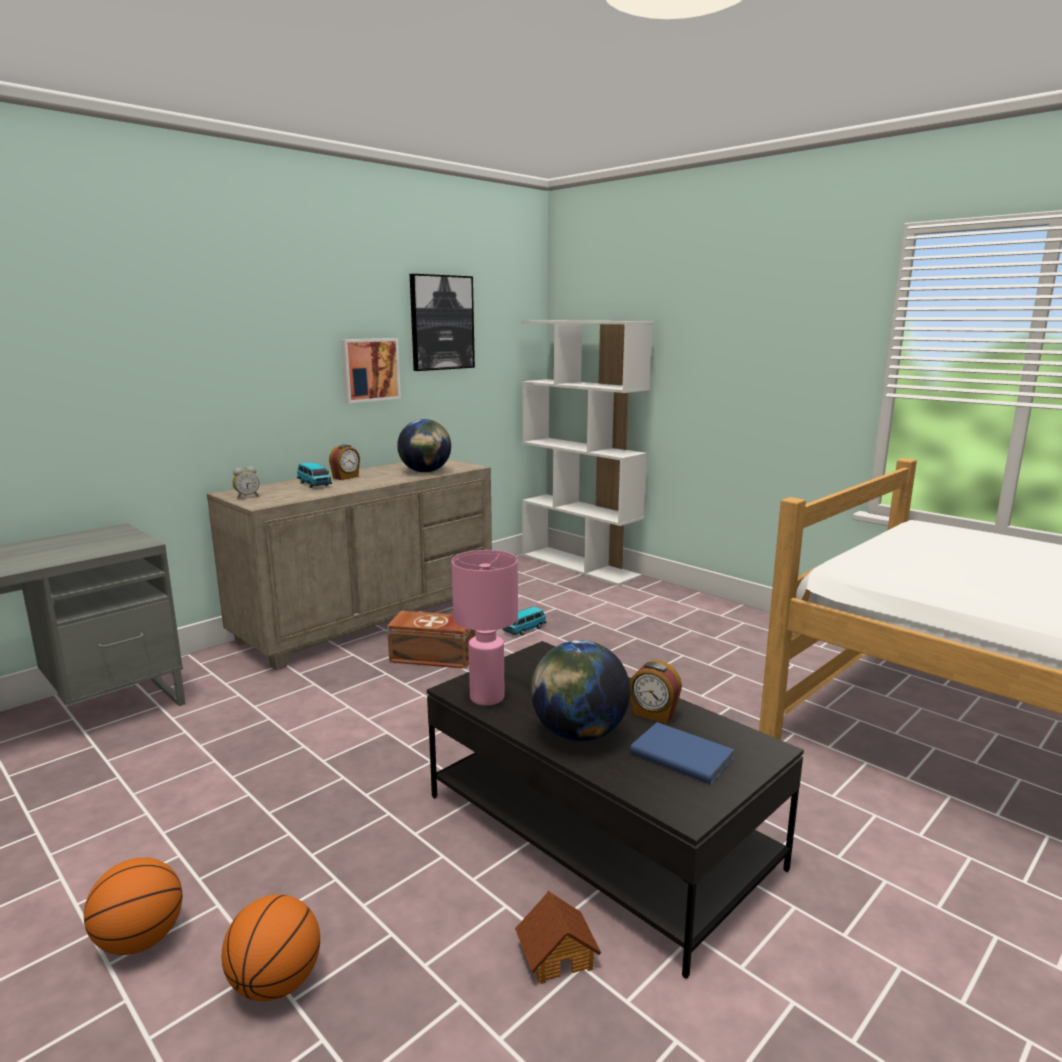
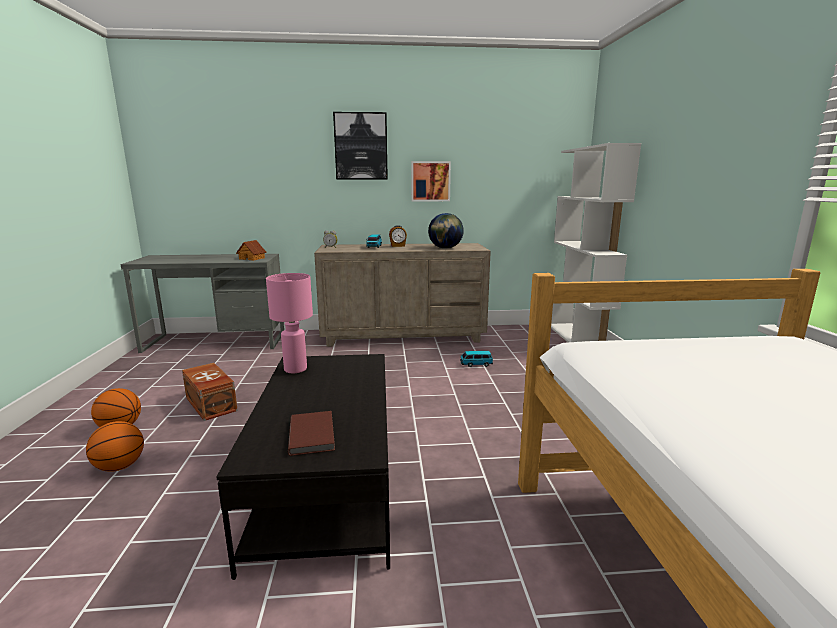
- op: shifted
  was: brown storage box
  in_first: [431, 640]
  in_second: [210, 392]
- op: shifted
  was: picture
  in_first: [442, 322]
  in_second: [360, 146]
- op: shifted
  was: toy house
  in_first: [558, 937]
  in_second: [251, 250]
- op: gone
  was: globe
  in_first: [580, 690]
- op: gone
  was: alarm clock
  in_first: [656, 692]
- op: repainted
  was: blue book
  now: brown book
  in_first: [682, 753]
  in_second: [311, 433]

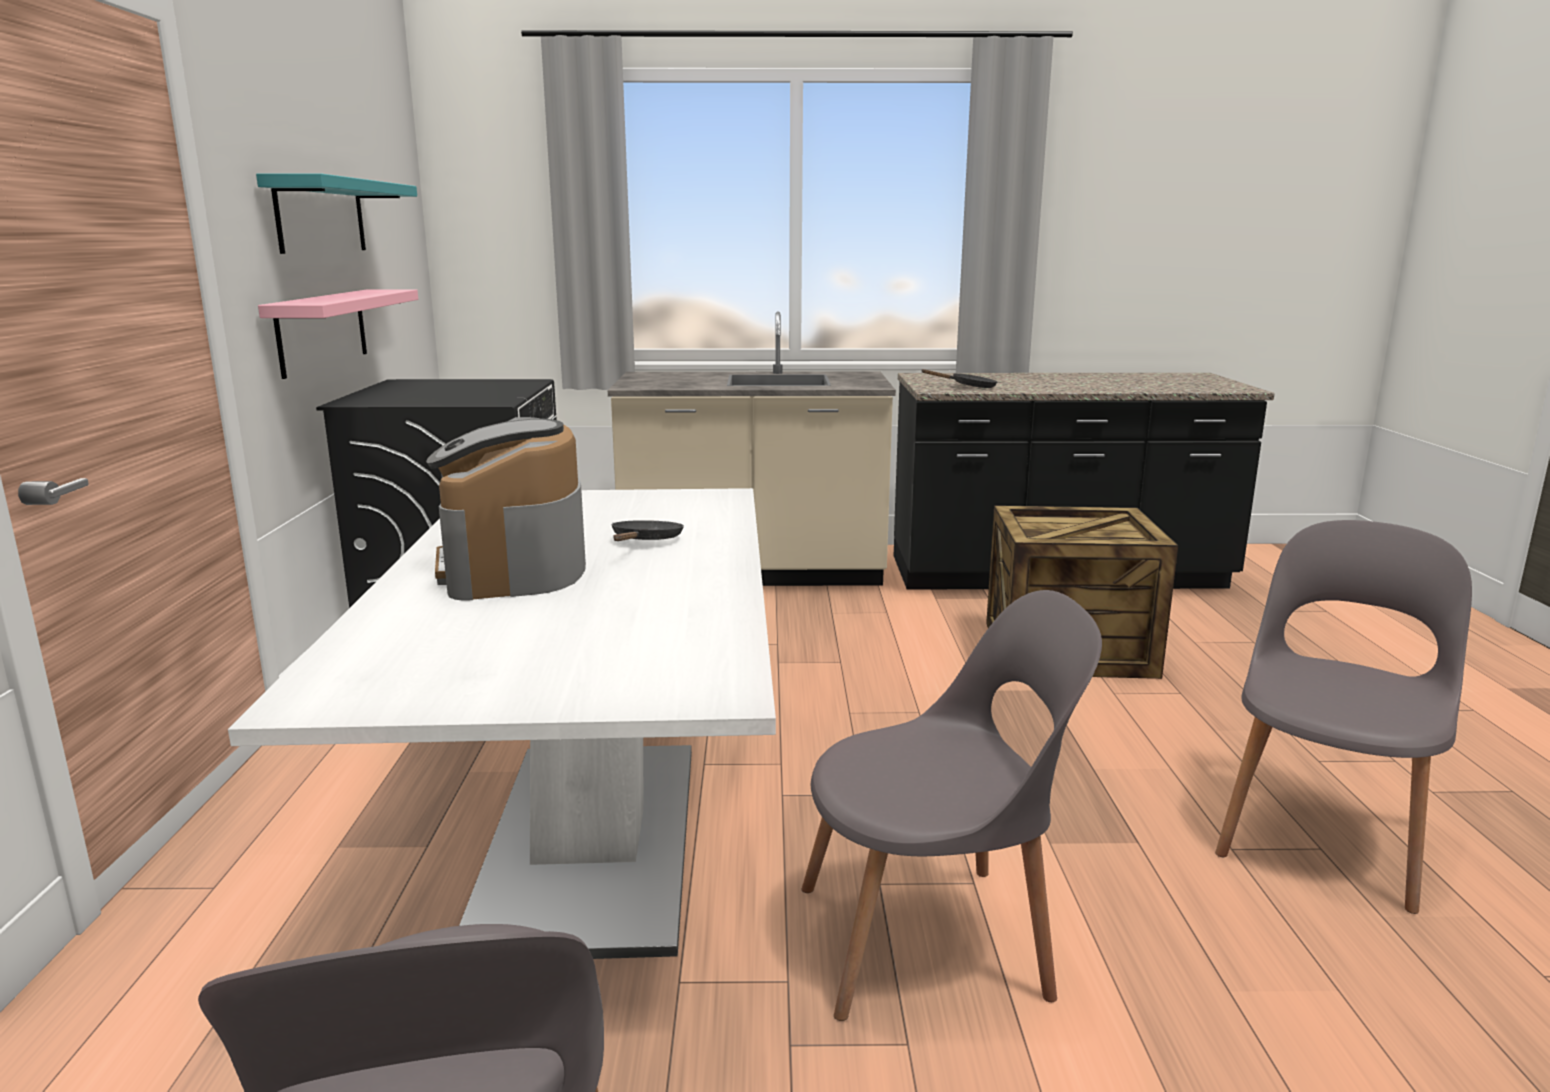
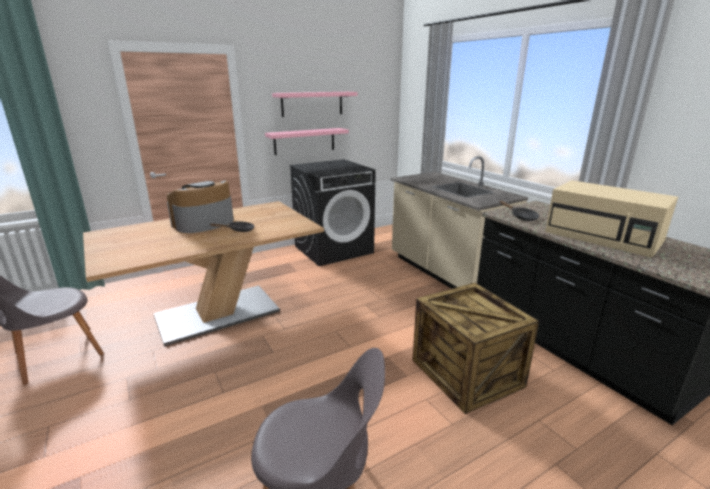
- op: repainted
  was: white dining table
  now: brown dining table
  in_first: [502, 723]
  in_second: [203, 273]
- op: repainted
  was: turquoise shelf
  now: pink shelf
  in_first: [336, 213]
  in_second: [314, 104]
- op: gone
  was: grey chair
  in_first: [952, 805]
- op: new
  now: beige microwave
  in_second: [611, 219]

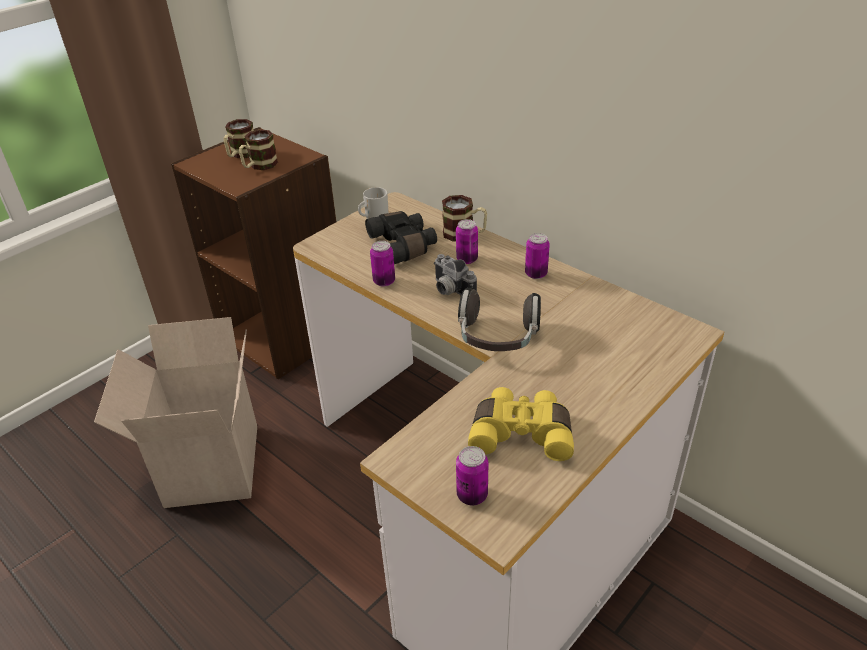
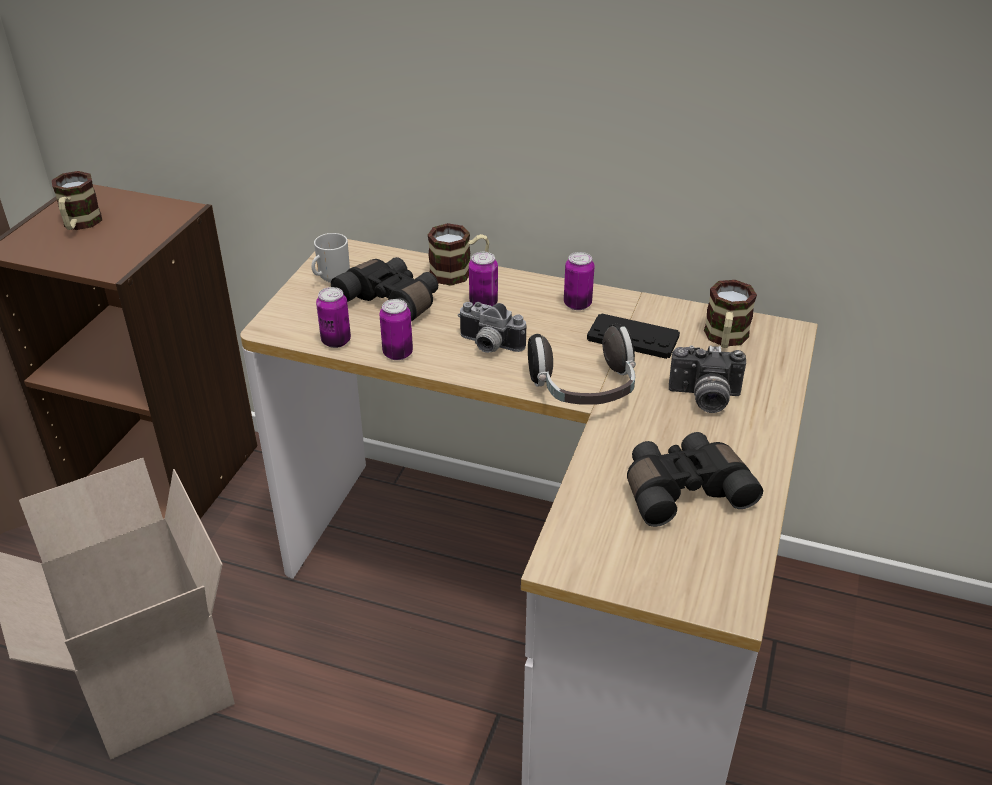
- op: shifted
  was: mug
  in_first: [258, 149]
  in_second: [730, 314]
- op: shifted
  was: can
  in_first: [472, 475]
  in_second: [333, 317]
- op: repainted
  was: yellow binoculars
  now: black binoculars
  in_first: [521, 424]
  in_second: [695, 479]
- op: new
  now: black game controller
  in_second: [633, 336]
- op: new
  now: photo camera
  in_second: [707, 379]

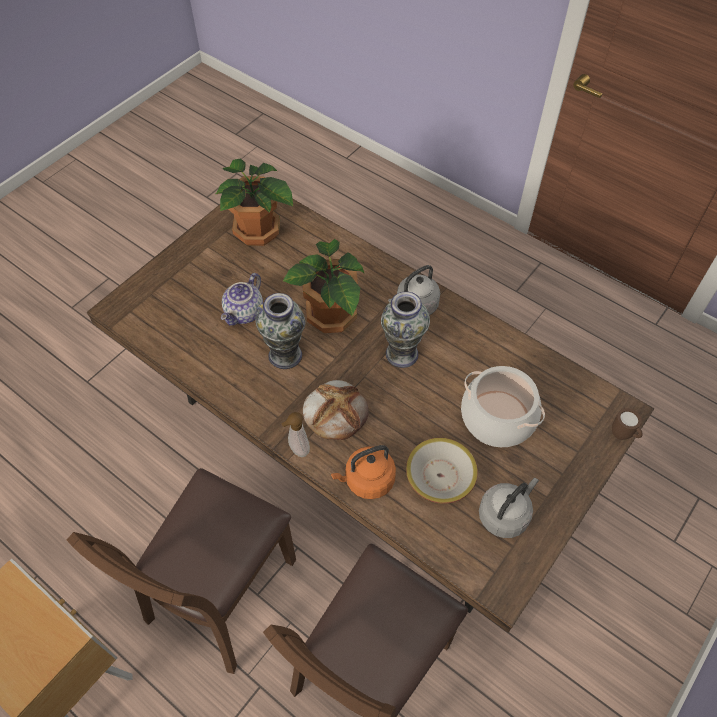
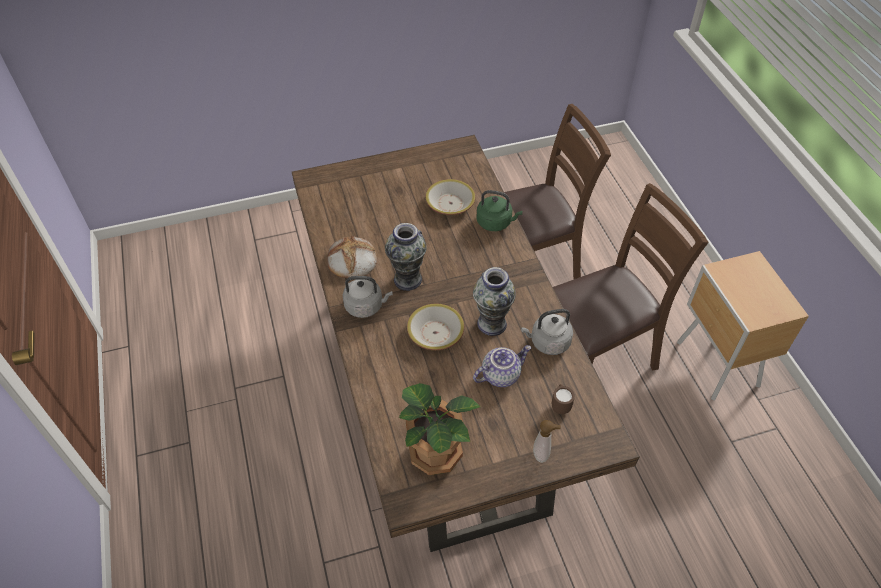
- op: shifted
  was: soap dispenser
  in_first: [295, 434]
  in_second: [547, 441]
- op: swapped
  was: potted plant
  now: bowl
  in_first: [323, 286]
  in_second: [435, 326]
- op: shifted
  was: bread
  in_first: [336, 410]
  in_second: [352, 257]
- op: repainted
  was: orange kettle
  now: green kettle
  in_first: [363, 472]
  in_second: [499, 210]
- op: gone
  was: cooking pot
  in_first: [503, 406]
- op: shifted
  was: grey kettle
  in_first: [509, 508]
  in_second: [547, 332]
- op: shifted
  was: brown mug
  in_first: [627, 424]
  in_second: [563, 399]

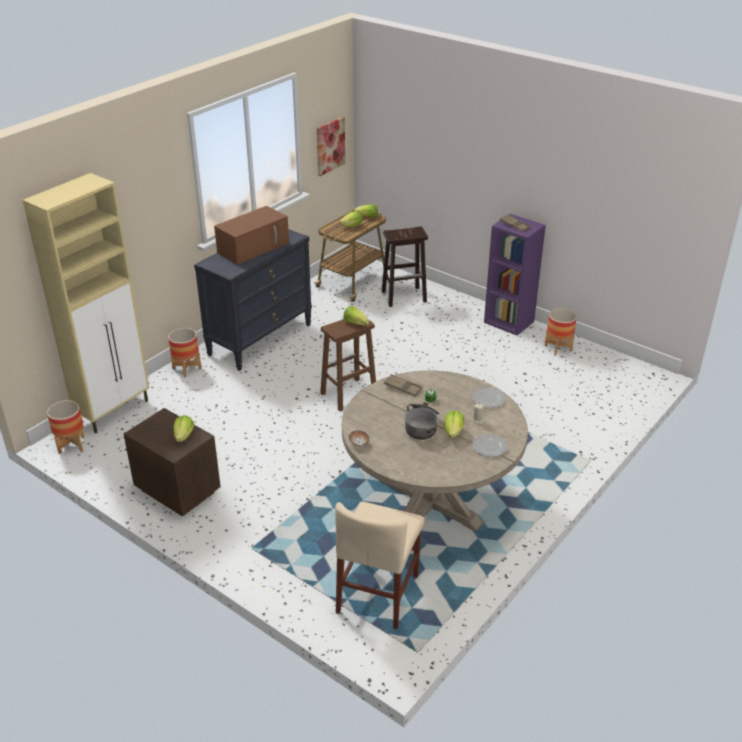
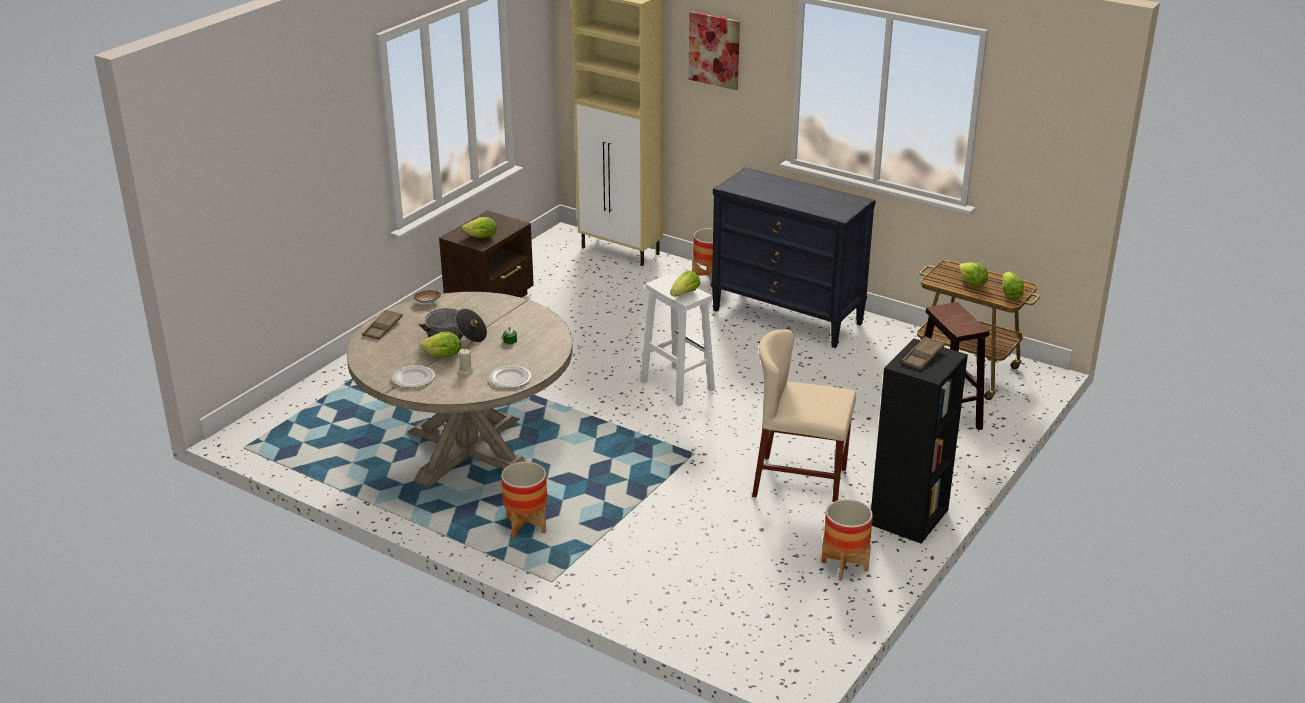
- op: shifted
  was: planter
  in_first: [66, 427]
  in_second: [524, 500]
- op: gone
  was: brown microwave
  in_first: [251, 235]
- op: shifted
  was: picture
  in_first: [331, 146]
  in_second: [714, 50]
- op: repainted
  was: brown stool
  now: white stool
  in_first: [348, 365]
  in_second: [677, 340]
- op: shifted
  was: beige chair
  in_first: [379, 565]
  in_second: [804, 416]
- op: shifted
  was: brown tray
  in_first: [403, 385]
  in_second: [382, 325]
- op: repainted
  was: purple bookcase
  now: black bookcase
  in_first: [515, 275]
  in_second: [919, 441]

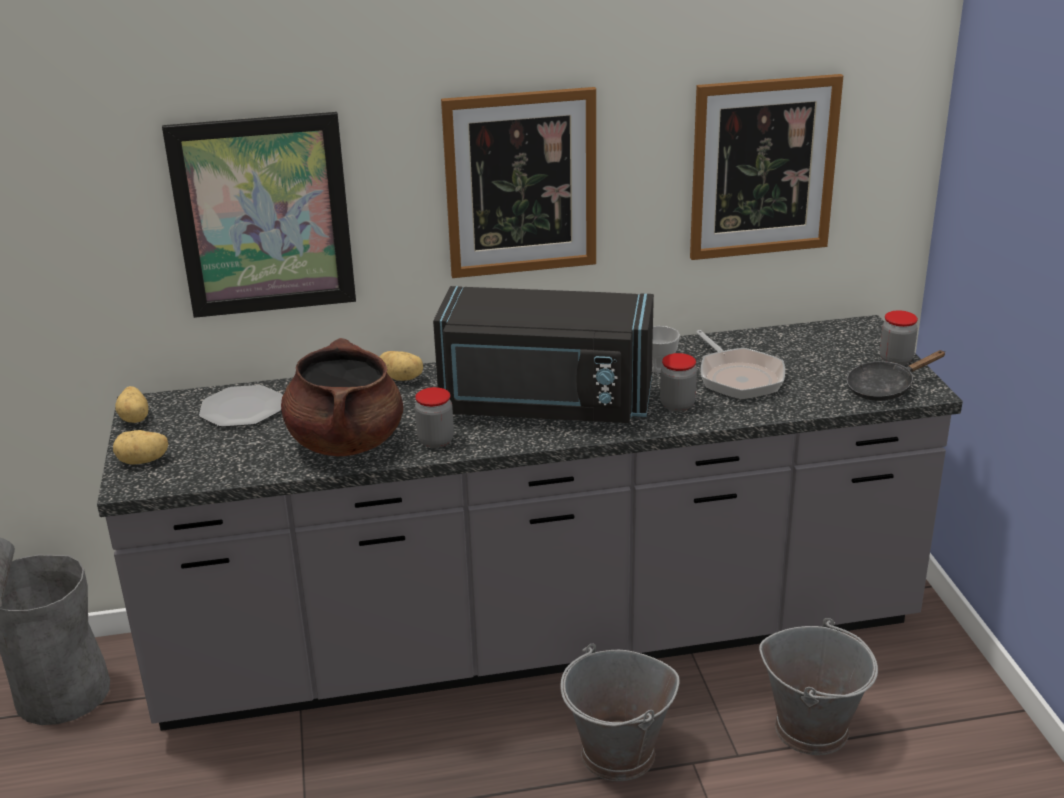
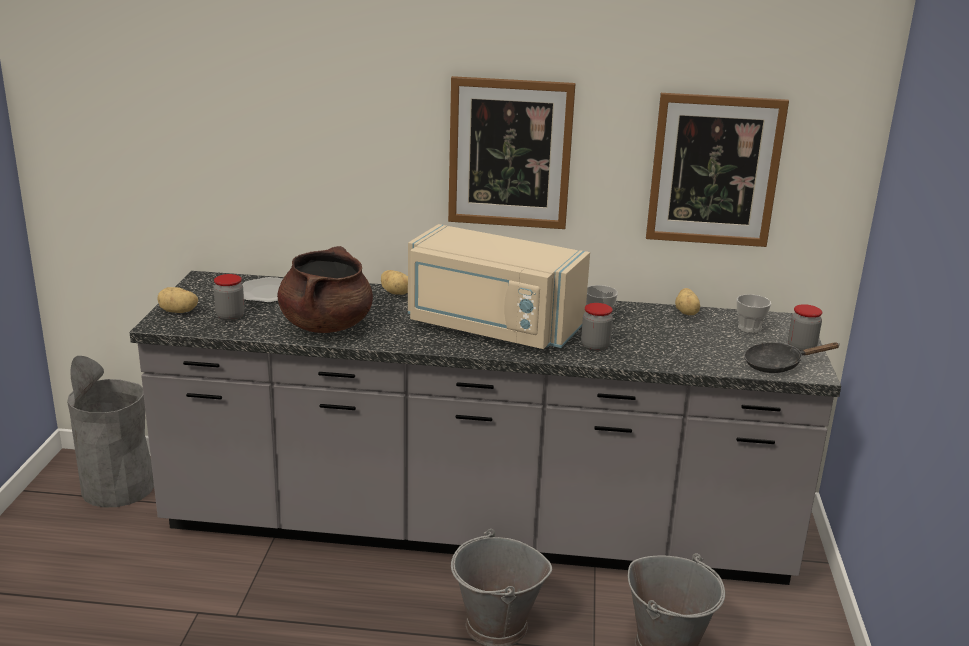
- op: shifted
  was: potato
  in_first: [131, 404]
  in_second: [687, 301]
- op: gone
  was: picture
  in_first: [259, 215]
- op: shifted
  was: jar
  in_first: [434, 417]
  in_second: [229, 297]
- op: repainted
  was: black microwave
  now: beige microwave
  in_first: [543, 354]
  in_second: [499, 286]
- op: gone
  was: frying pan
  in_first: [740, 365]
- op: new
  now: cup
  in_second: [754, 313]

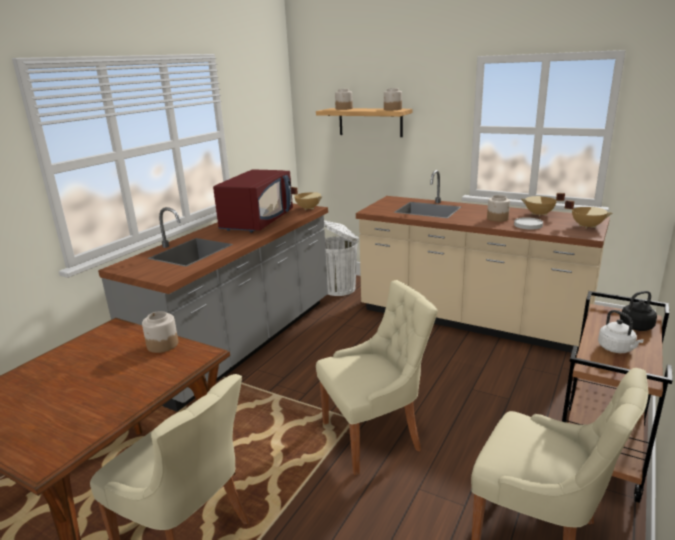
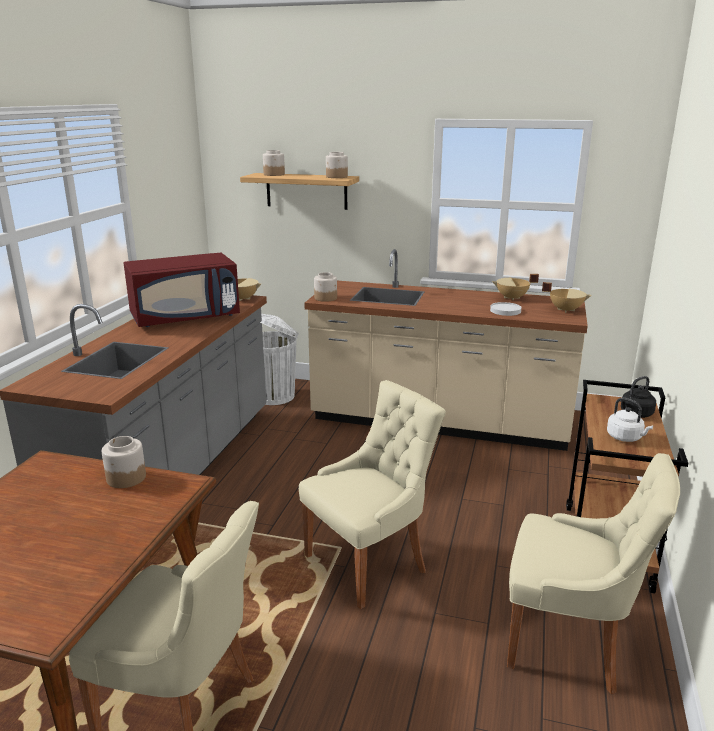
- op: rotated
  was: red microwave
  in_first: [253, 200]
  in_second: [182, 290]
  clockwise: 60
- op: shifted
  was: jar
  in_first: [498, 208]
  in_second: [325, 287]

